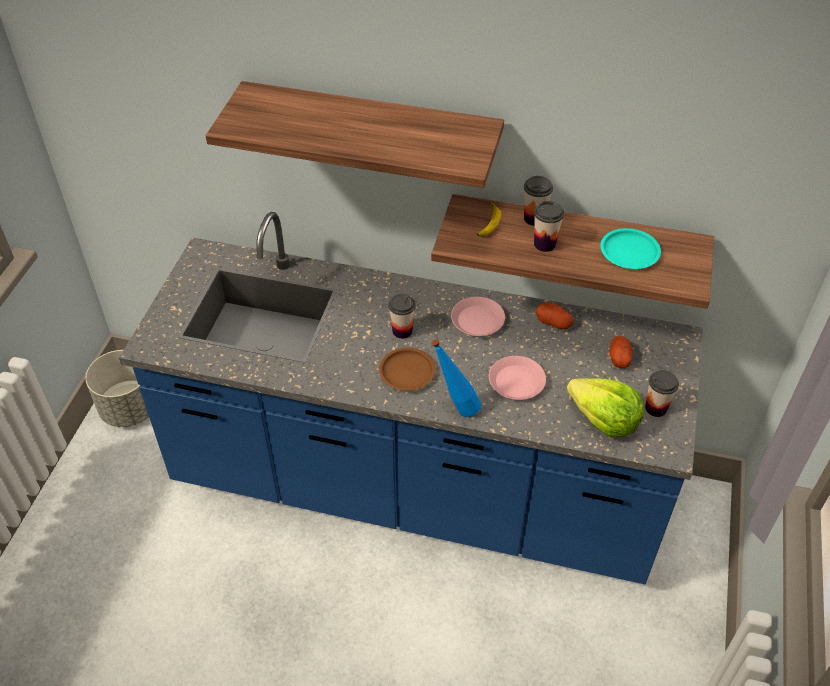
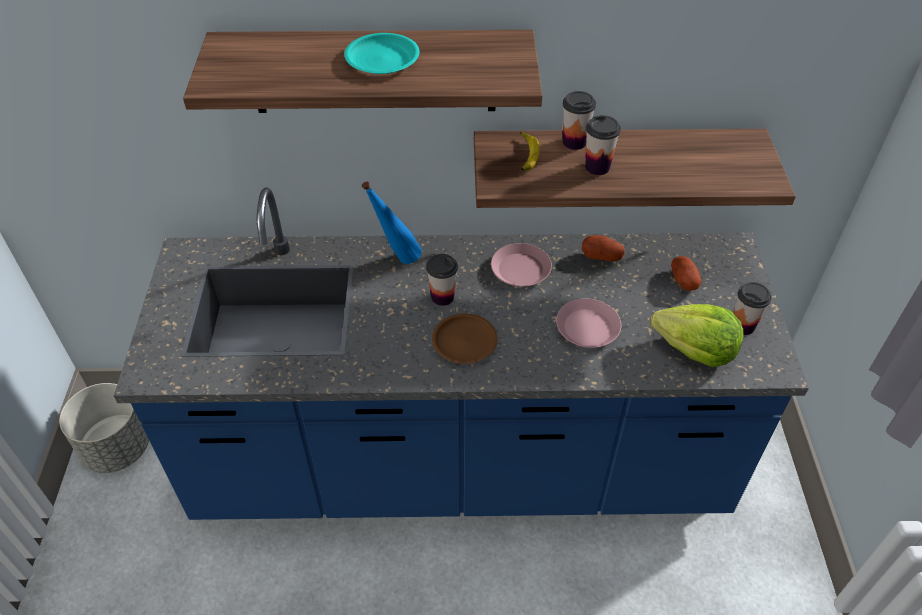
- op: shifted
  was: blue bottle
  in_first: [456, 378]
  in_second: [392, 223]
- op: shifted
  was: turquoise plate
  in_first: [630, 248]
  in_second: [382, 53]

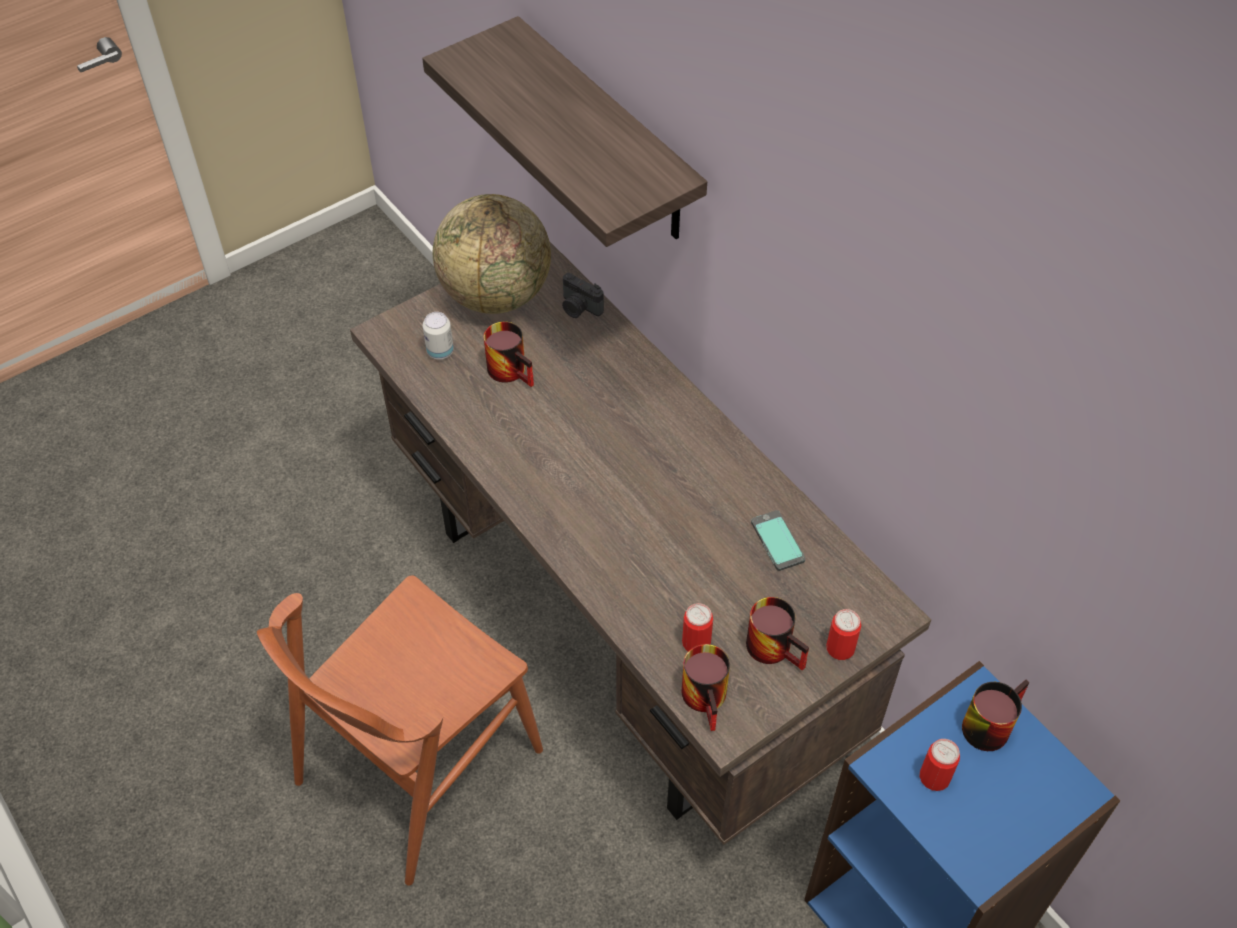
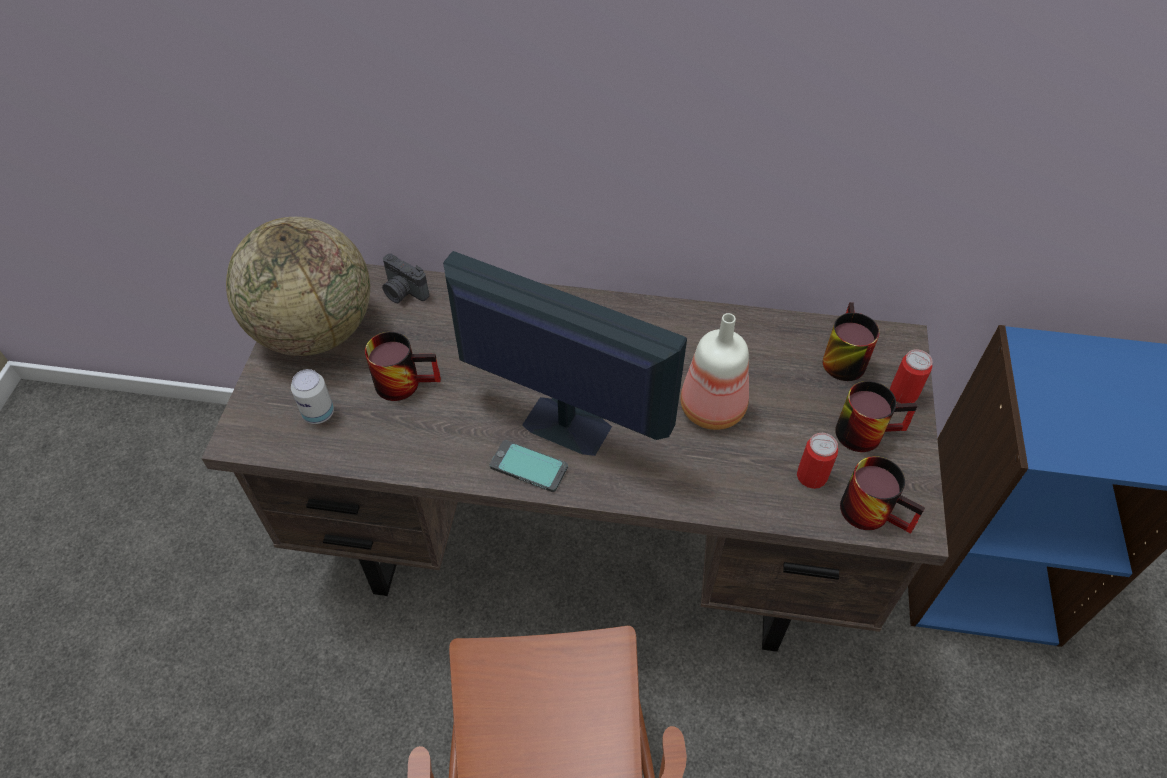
- op: gone
  was: shelf
  in_first: [564, 131]
- op: rotated
  was: photo camera
  in_first: [583, 295]
  in_second: [405, 278]
  clockwise: 45
- op: shifted
  was: phone
  in_first: [778, 540]
  in_second: [529, 466]
- op: gone
  was: can
  in_first: [939, 765]
- op: shifted
  was: mug
  in_first: [996, 715]
  in_second: [851, 341]
- op: new
  now: monitor
  in_second: [565, 353]
- op: new
  now: bottle
  in_second: [714, 371]

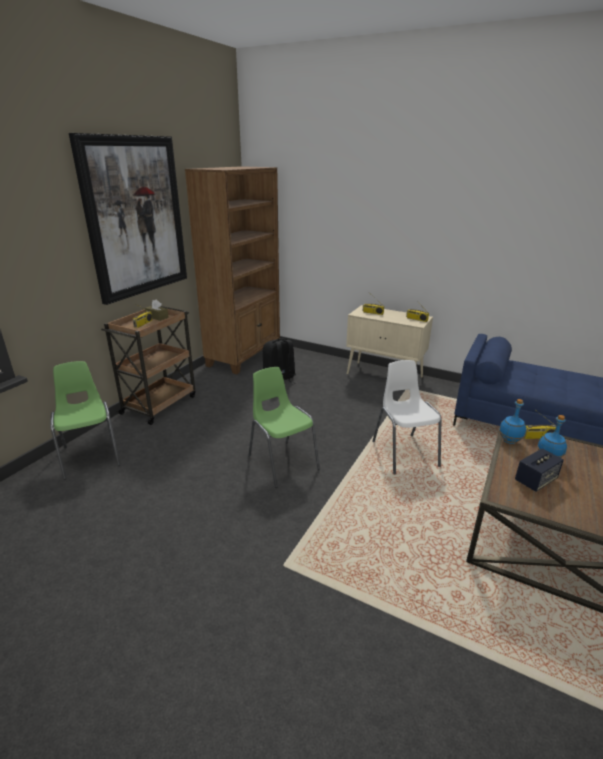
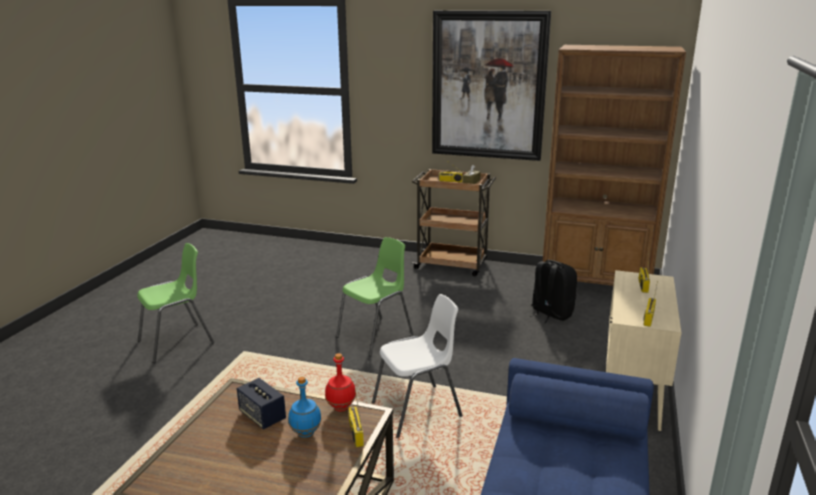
- op: shifted
  was: green chair
  in_first: [85, 420]
  in_second: [175, 303]
- op: repainted
  was: blue bottle
  now: red bottle
  in_first: [512, 421]
  in_second: [340, 382]

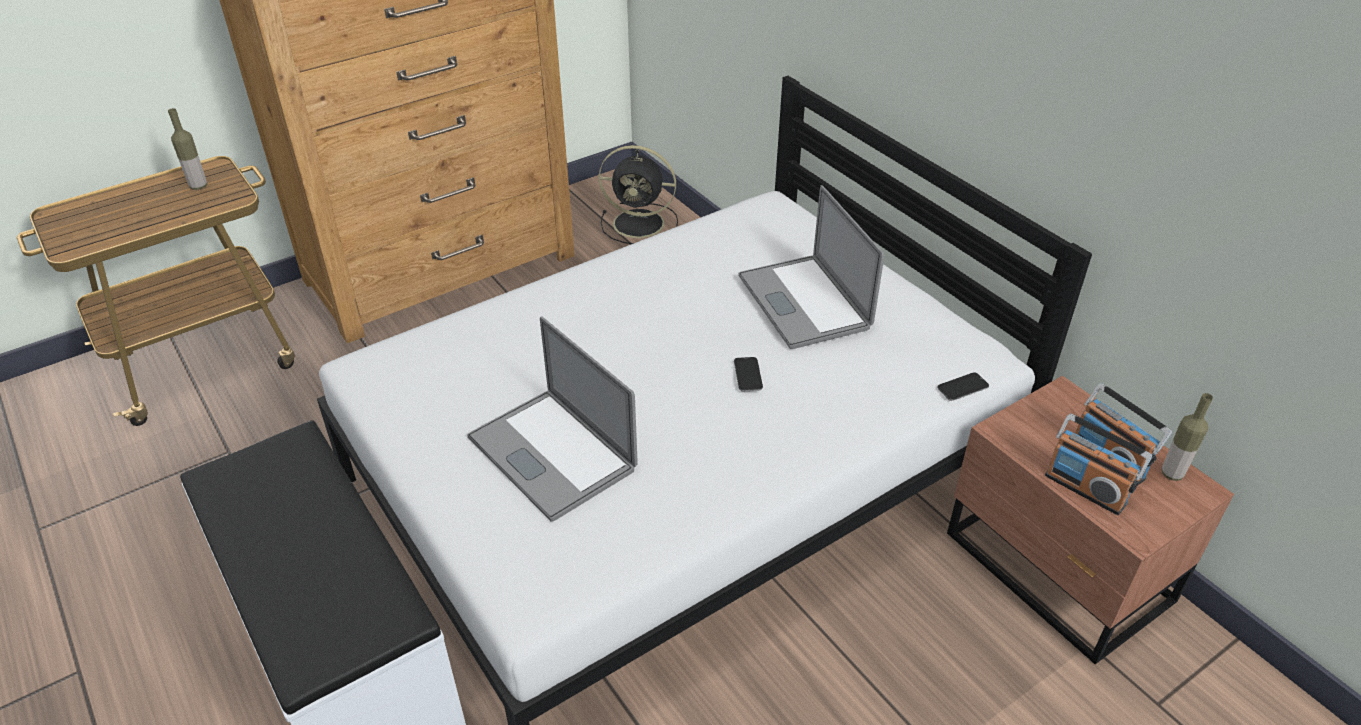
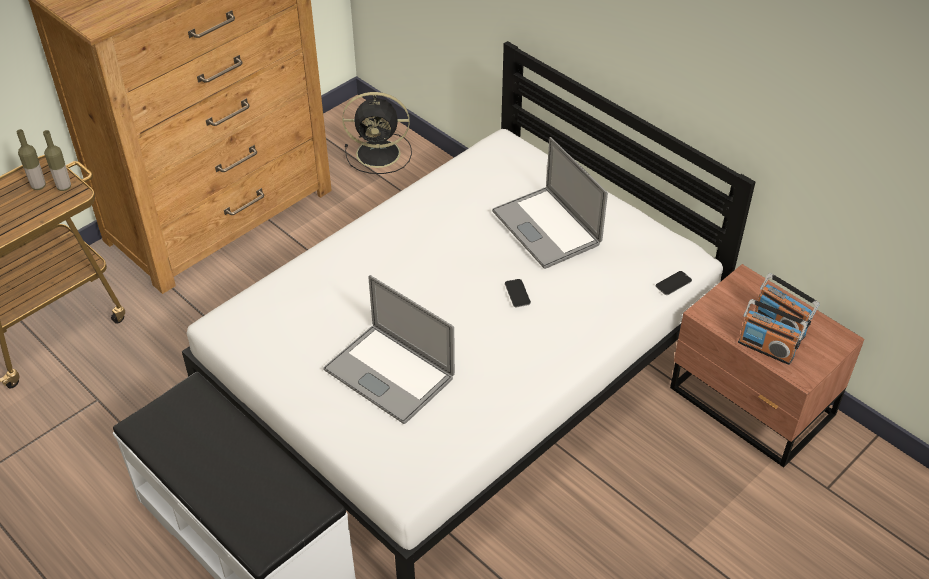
- op: shifted
  was: bottle
  in_first: [1187, 437]
  in_second: [57, 160]

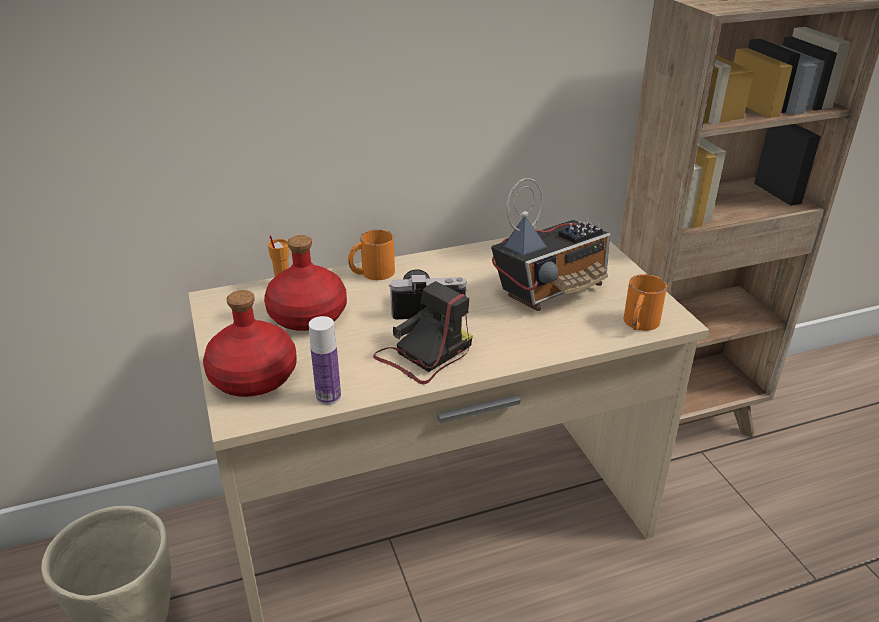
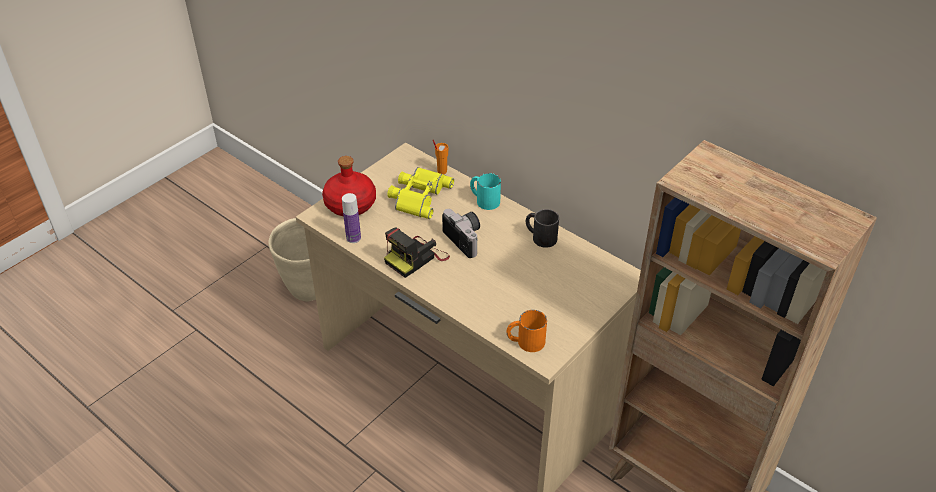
- op: swapped
  was: red bottle
  now: yellow binoculars
  in_first: [305, 283]
  in_second: [420, 193]
- op: repainted
  was: orange mug
  now: turquoise mug
  in_first: [371, 254]
  in_second: [485, 191]
- op: rotated
  was: photo camera
  in_first: [423, 332]
  in_second: [417, 252]
  clockwise: 120
- op: gone
  was: radio
  in_first: [550, 244]
- op: new
  now: black mug
  in_second: [542, 228]

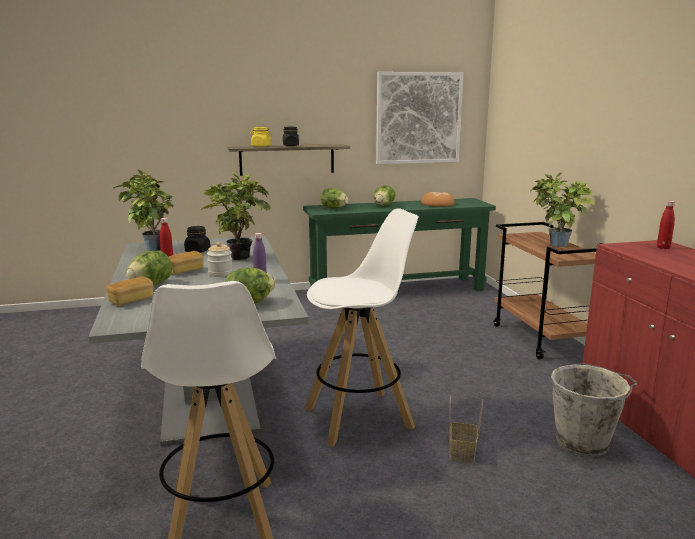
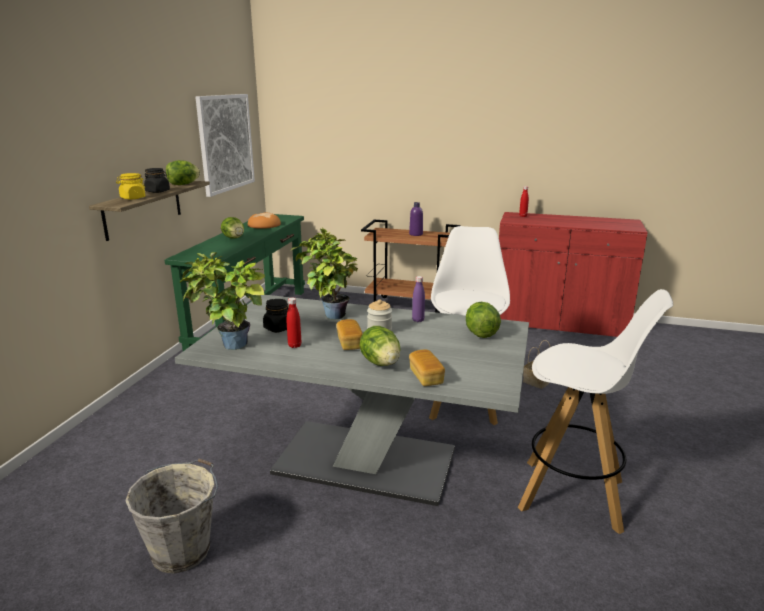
- op: shifted
  was: lettuce
  in_first: [335, 198]
  in_second: [183, 172]
- op: swapped
  was: potted plant
  now: purple bottle
  in_first: [562, 210]
  in_second: [416, 219]
- op: shifted
  was: grey bucket
  in_first: [594, 410]
  in_second: [171, 516]

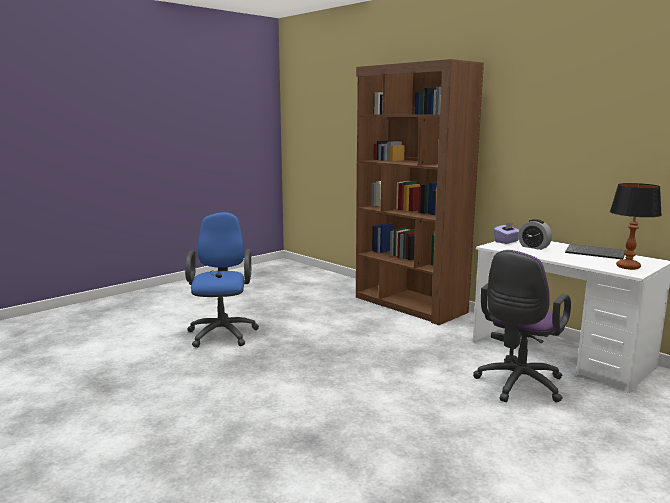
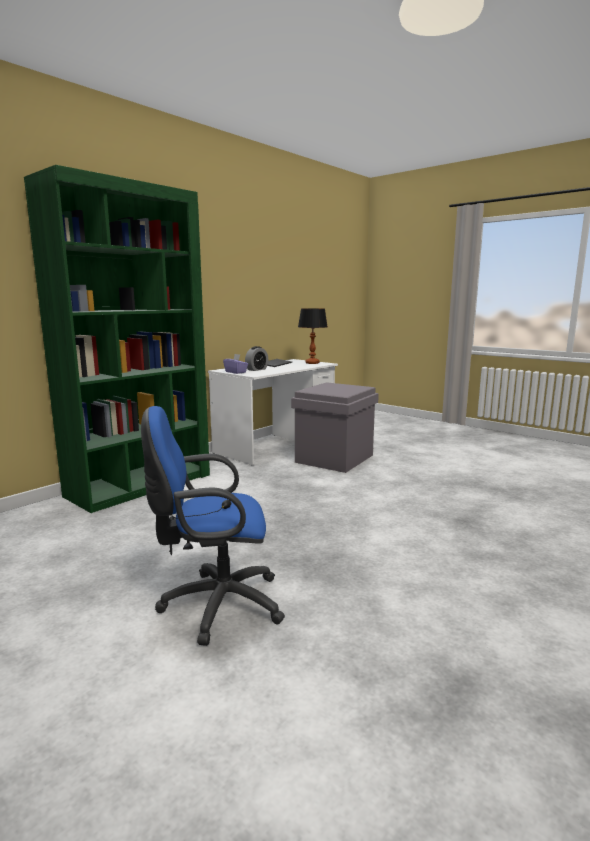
- op: repainted
  was: brown bookcase
  now: green bookcase
  in_first: [420, 192]
  in_second: [117, 339]
- op: swapped
  was: purple office chair
  now: grey storage box
  in_first: [522, 326]
  in_second: [335, 427]

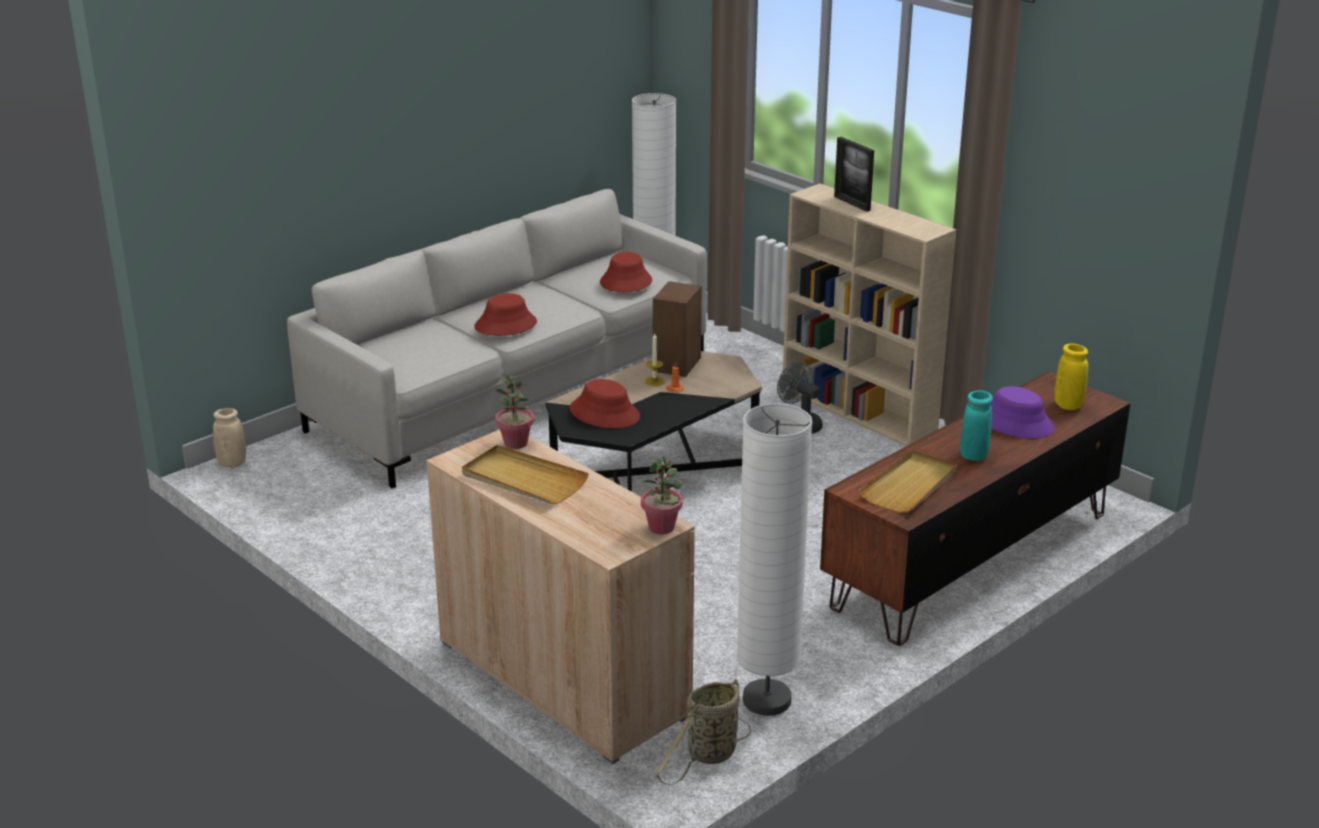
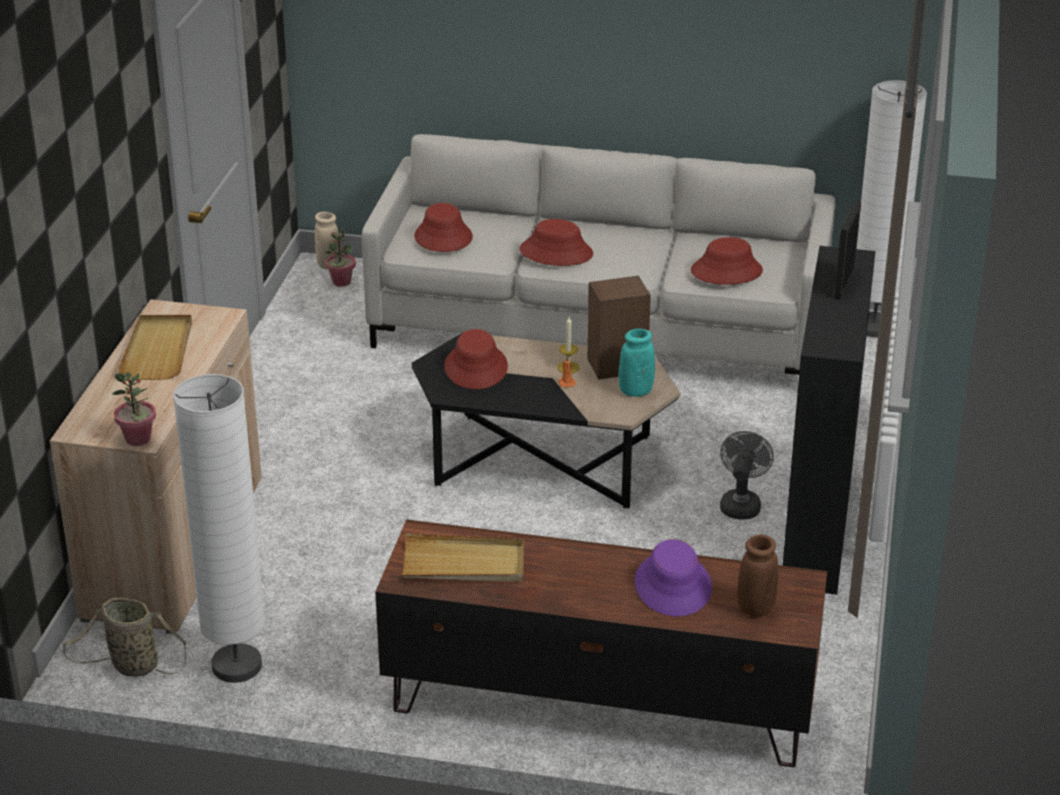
- op: shifted
  was: potted plant
  in_first: [514, 411]
  in_second: [340, 257]
- op: repainted
  was: beige bookcase
  now: black bookcase
  in_first: [869, 315]
  in_second: [829, 420]
- op: shifted
  was: turquoise vase
  in_first: [976, 425]
  in_second: [637, 363]
- op: repainted
  was: yellow vase
  now: brown vase
  in_first: [1071, 376]
  in_second: [757, 575]
- op: new
  now: red hat
  in_second: [443, 227]

